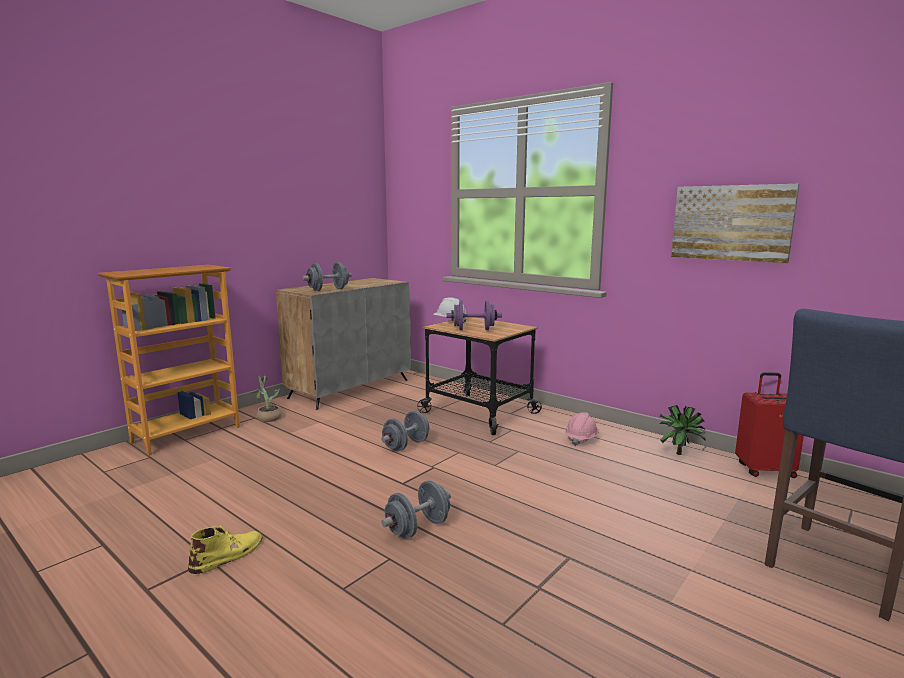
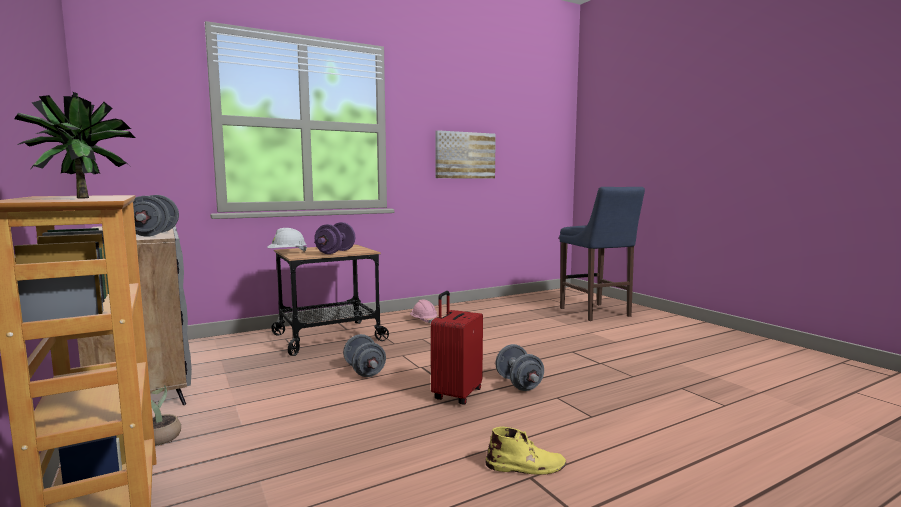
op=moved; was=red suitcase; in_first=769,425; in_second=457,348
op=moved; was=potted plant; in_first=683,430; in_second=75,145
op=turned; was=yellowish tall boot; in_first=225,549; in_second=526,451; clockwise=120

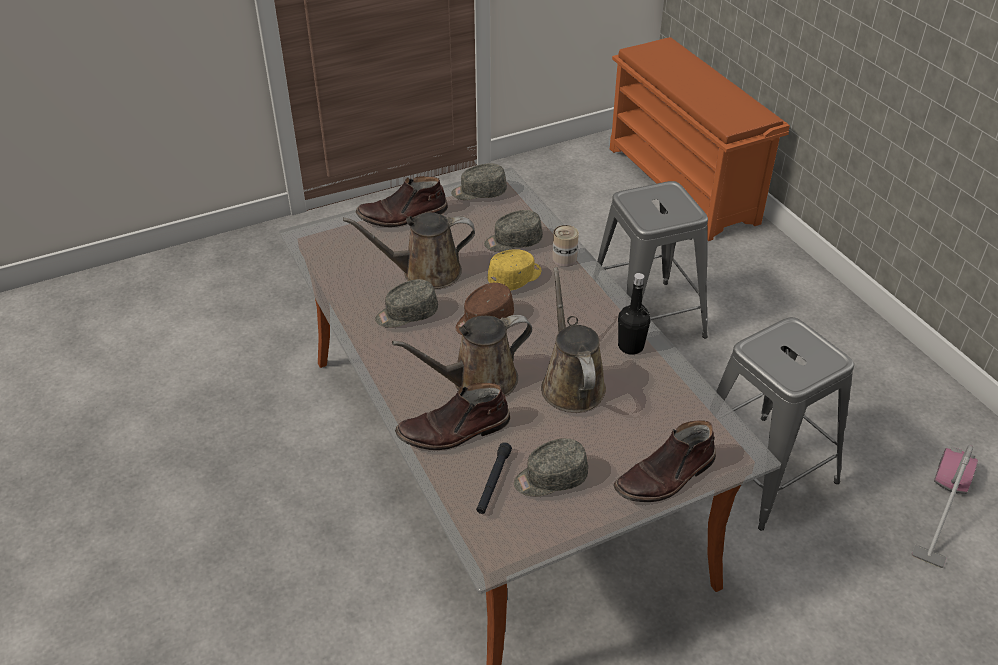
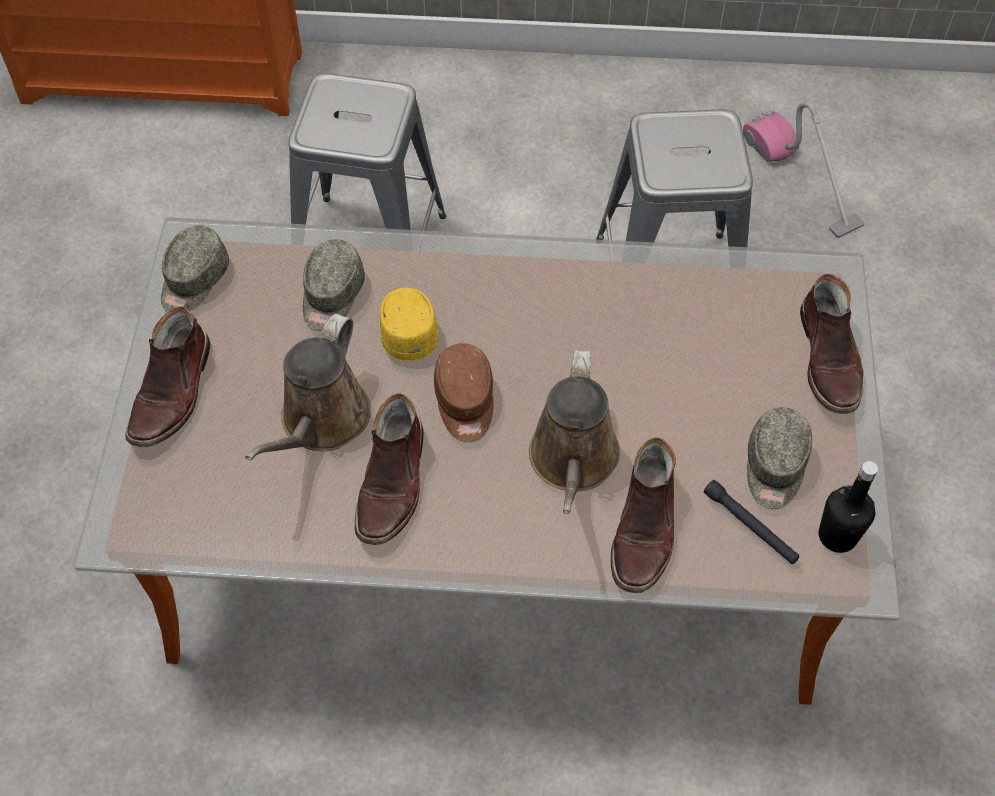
op=removed; was=can; in_first=565,246
op=removed; was=brown watering pot; in_first=573,340
op=moved; was=black bottle; in_first=634,314; in_second=848,507
op=replaced; was=grey cap; now=brown tall boot; in_first=406,303; in_second=389,469

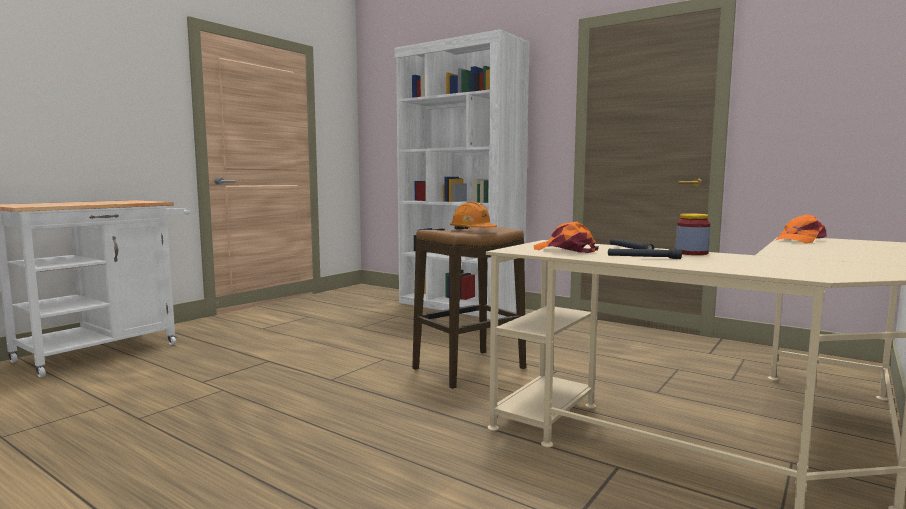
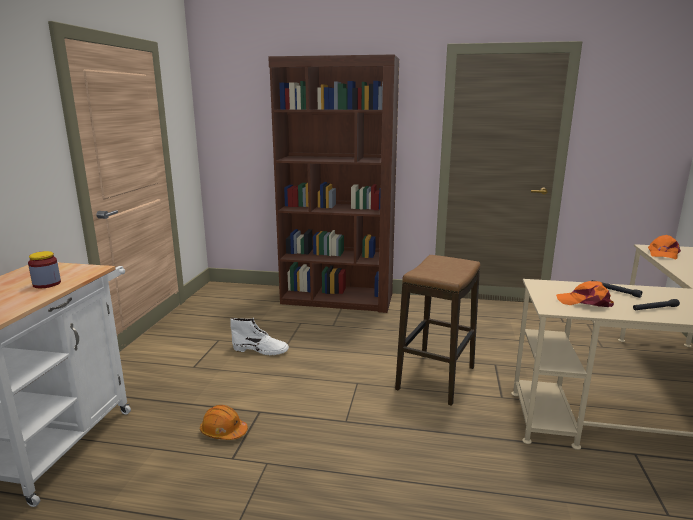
op=recoloured; was=whitish bookshelf; now=brown bookshelf; in_first=462,174; in_second=333,183
op=moved; was=orange-coloured hard hat; in_first=473,216; in_second=224,422
op=moved; was=preserve jar; in_first=693,234; in_second=44,269
op=added; now=whitish tall boot; in_second=259,337

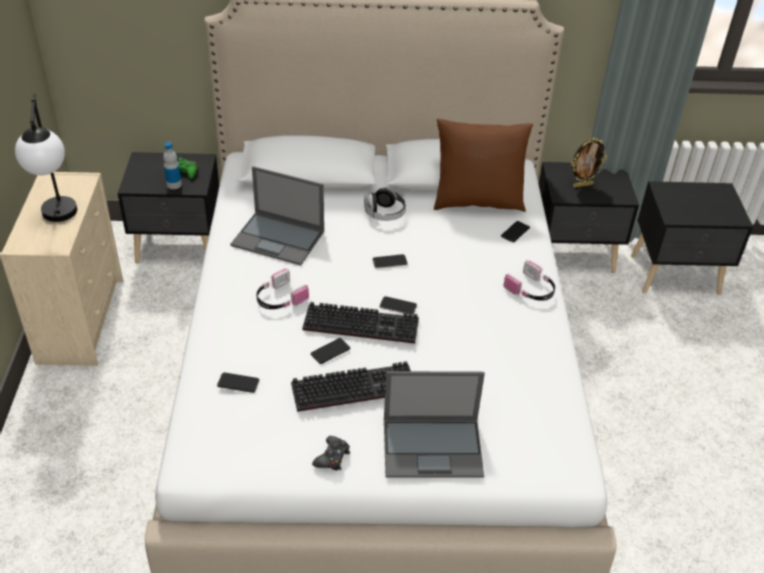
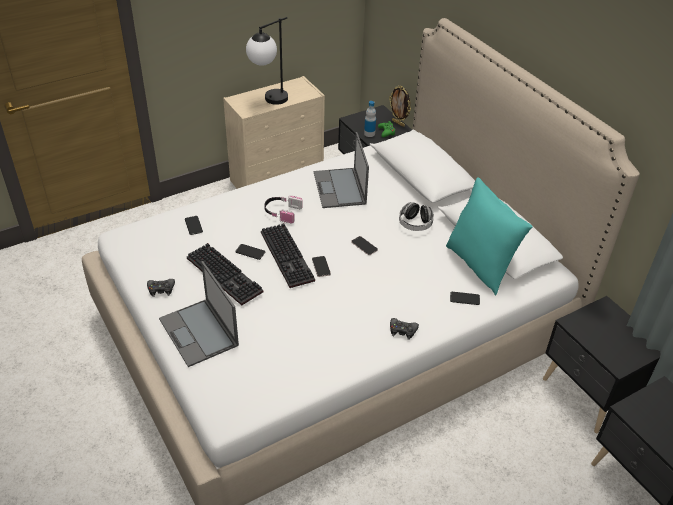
op=recoloured; was=brown throw pillow; now=turquoise-coloured throw pillow; in_first=483,165; in_second=489,236
op=moved; was=photo frame; in_first=589,163; in_second=400,106
op=replaced; was=headphones; now=black game controller; in_first=529,280; in_second=404,329

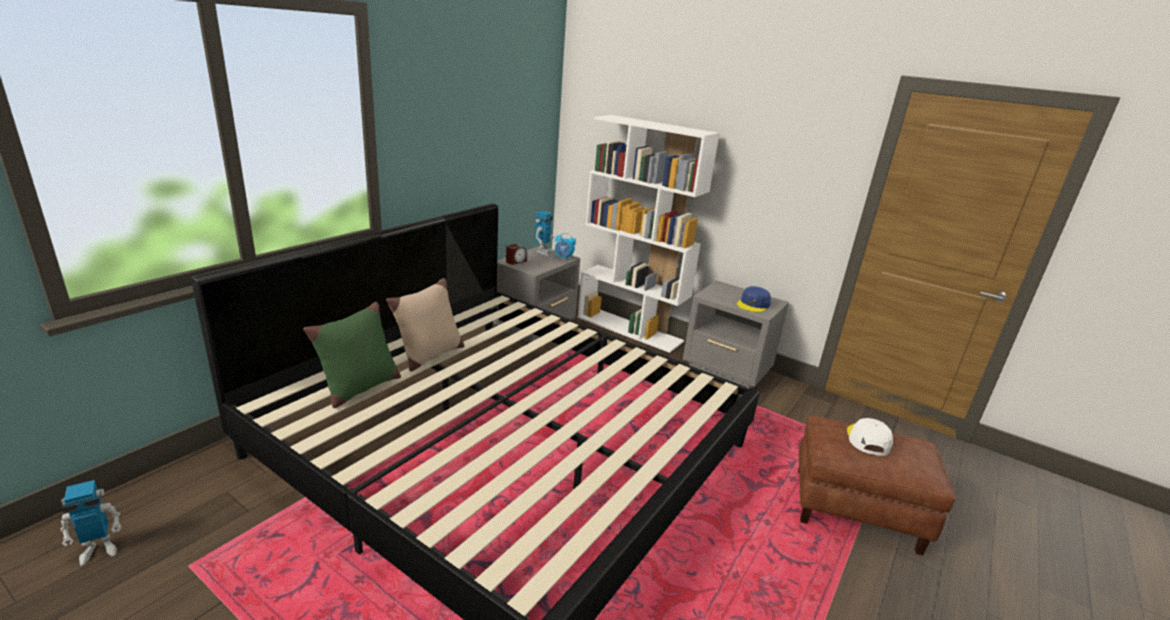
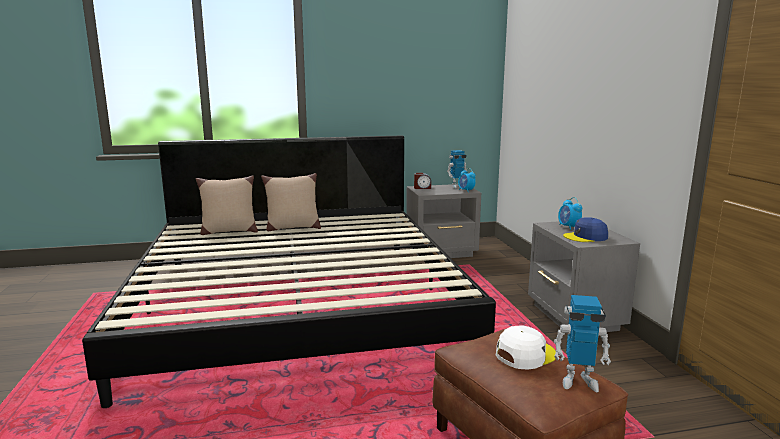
op=removed; was=whitish bookshelf; in_first=649,234
op=recoloured; was=greenish throw pillow; now=sand-coloured throw pillow; in_first=352,355; in_second=227,205
op=moved; was=toy robot; in_first=91,523; in_second=582,343
op=added; now=alarm clock; in_second=570,213

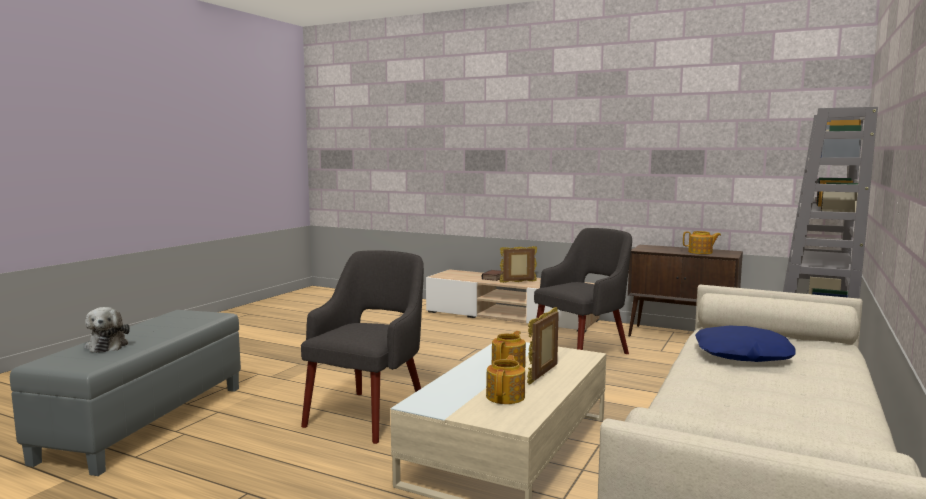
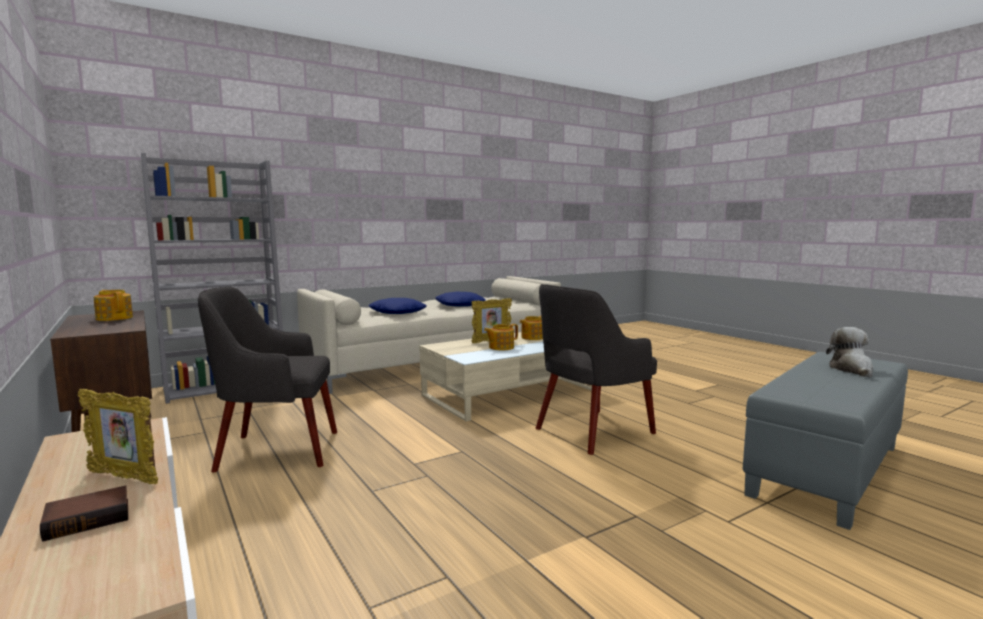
op=added; now=bluish throw pillow; in_second=460,299

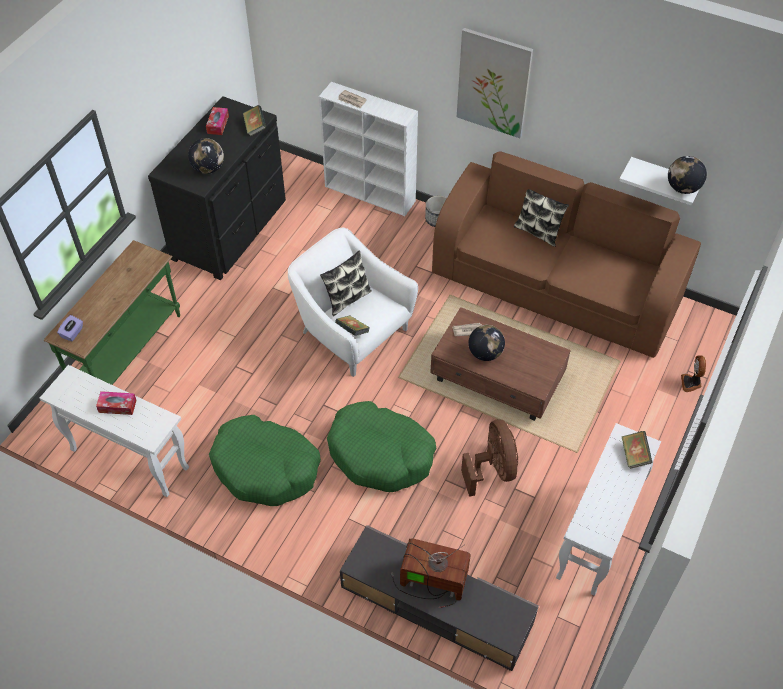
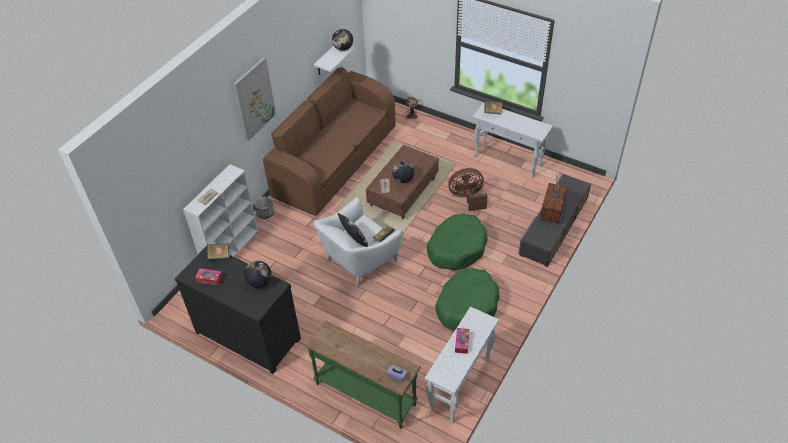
op=removed; was=throw pillow; in_first=541,218

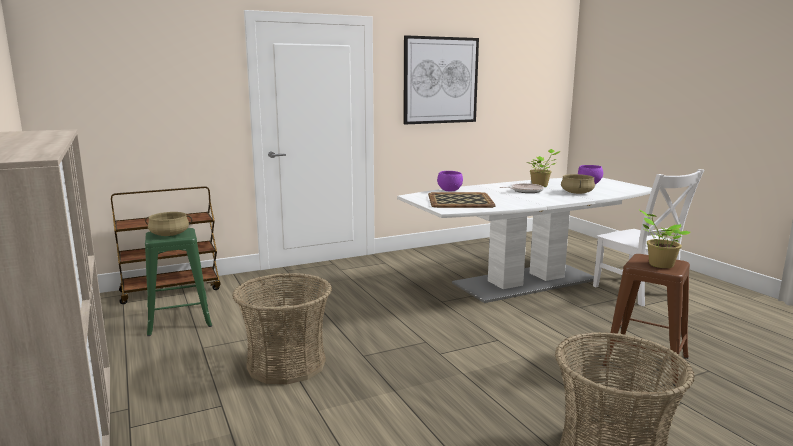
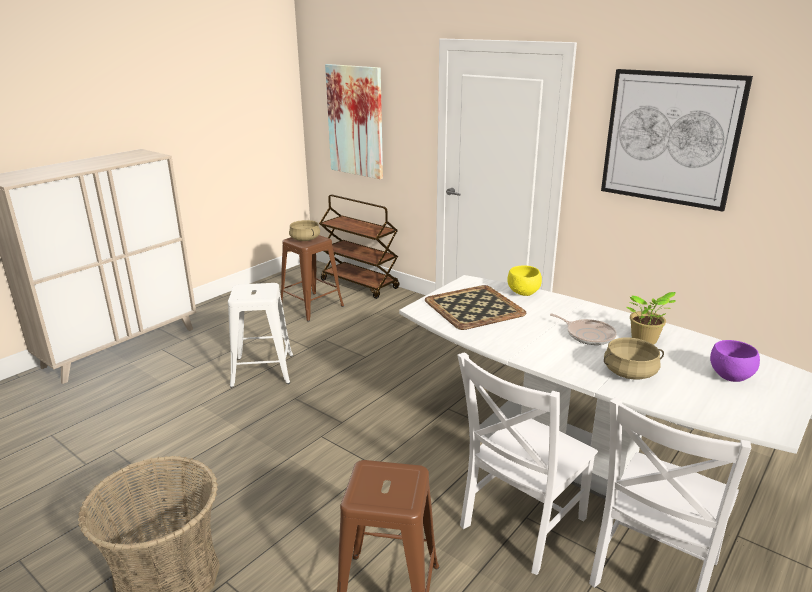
op=recoloured; was=purple bowl; now=yellowish bowl; in_first=450,181; in_second=524,280
op=removed; was=potted plant; in_first=664,238
op=recoloured; was=greenish sitting stool; now=brown sitting stool; in_first=178,282; in_second=312,278
op=replaced; was=household basket; now=whitish sitting stool; in_first=282,329; in_second=260,335
op=added; now=picture; in_second=354,121
op=added; now=whitish chair; in_second=527,463

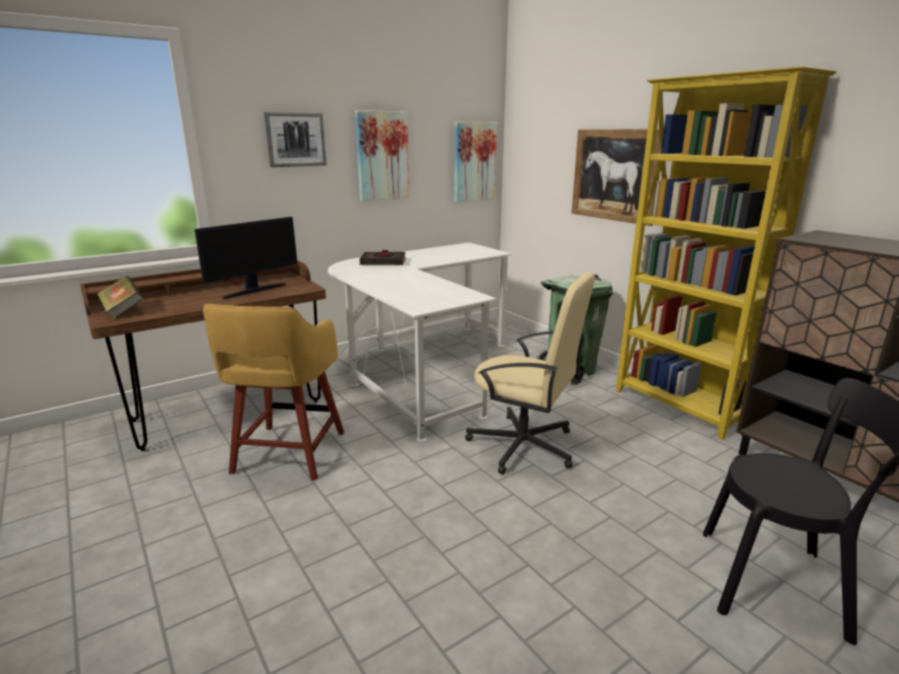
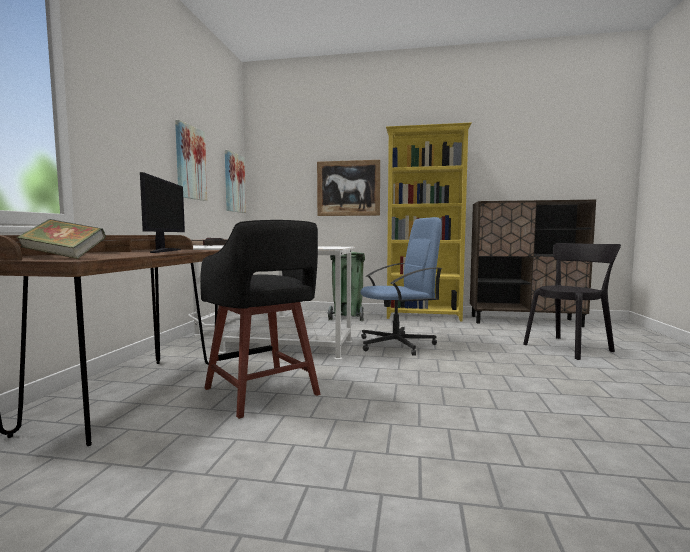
op=removed; was=picture; in_first=295,139
op=recoloured; was=sand-coloured desk chair; now=bluish desk chair; in_first=530,373; in_second=401,286
op=recoloured; was=yellowish sitting stool; now=black sitting stool; in_first=273,392; in_second=260,319

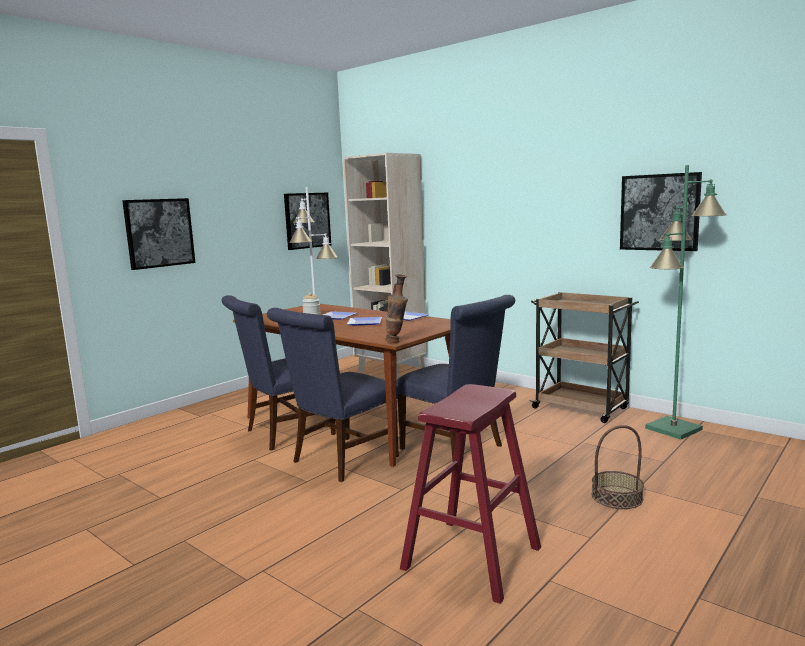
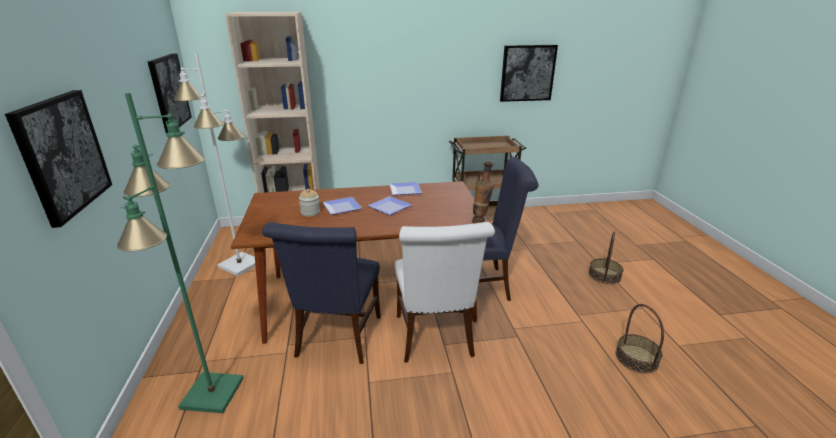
op=moved; was=greenish floor lamp; in_first=686,302; in_second=180,253
op=recoloured; was=bluish chair; now=whitish chair; in_first=333,395; in_second=445,292
op=replaced; was=red sitting stool; now=household basket; in_first=470,494; in_second=639,338

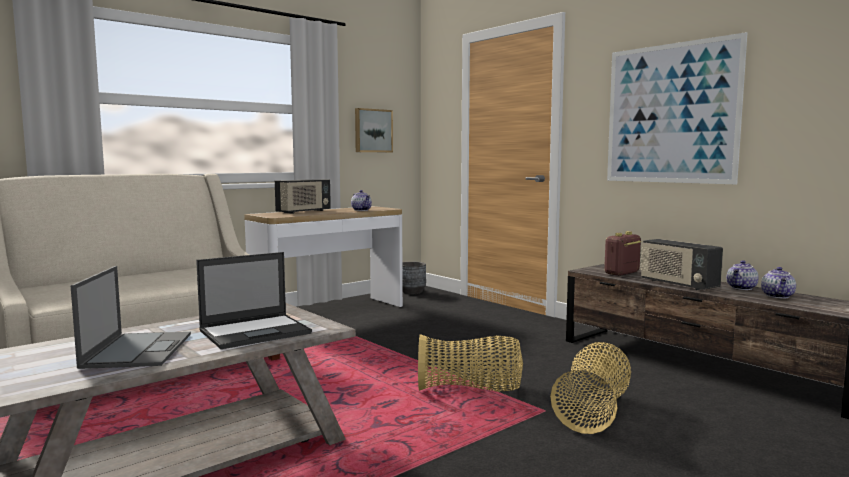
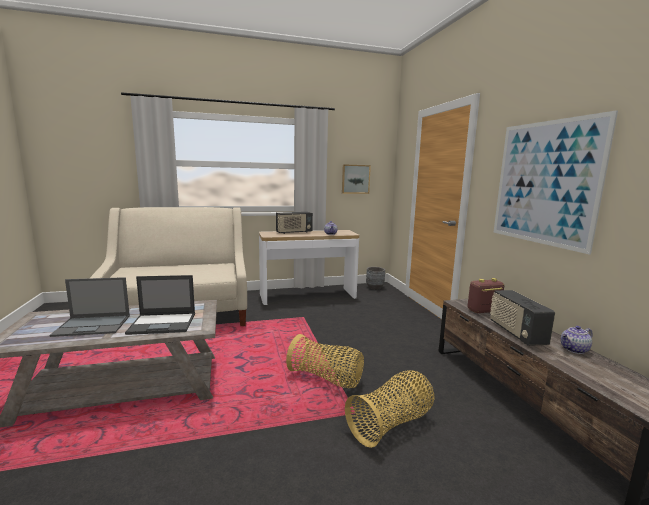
op=turned; was=portable computer; in_first=131,317; in_second=90,307; clockwise=60
op=removed; was=teapot; in_first=778,283

